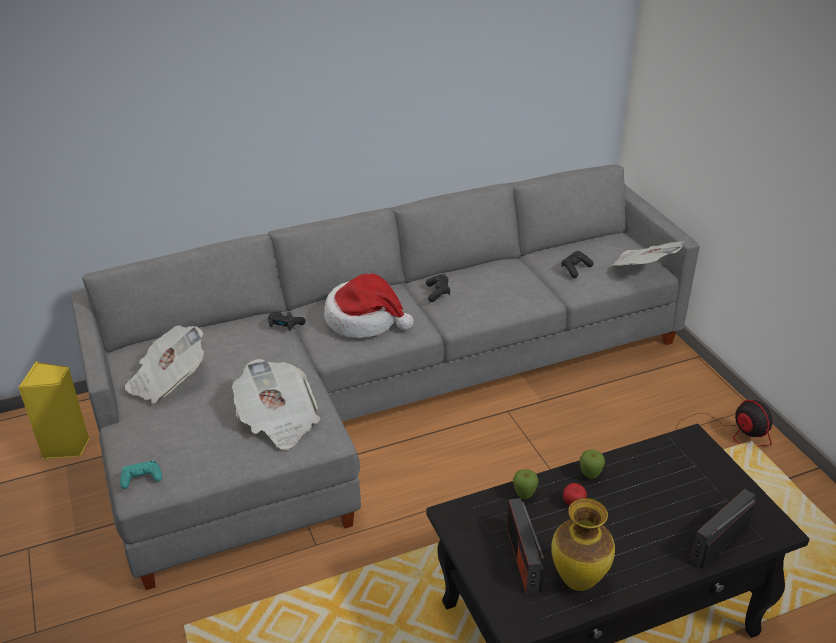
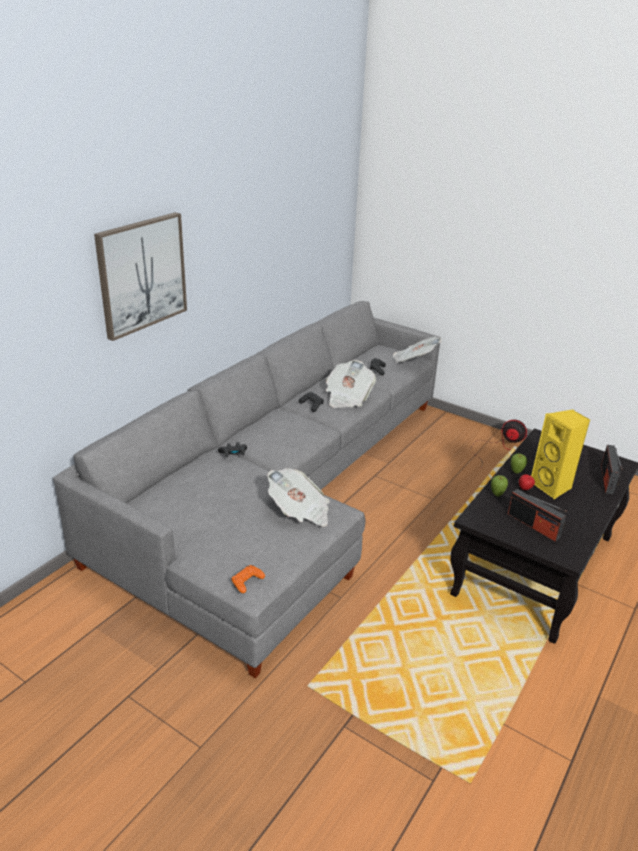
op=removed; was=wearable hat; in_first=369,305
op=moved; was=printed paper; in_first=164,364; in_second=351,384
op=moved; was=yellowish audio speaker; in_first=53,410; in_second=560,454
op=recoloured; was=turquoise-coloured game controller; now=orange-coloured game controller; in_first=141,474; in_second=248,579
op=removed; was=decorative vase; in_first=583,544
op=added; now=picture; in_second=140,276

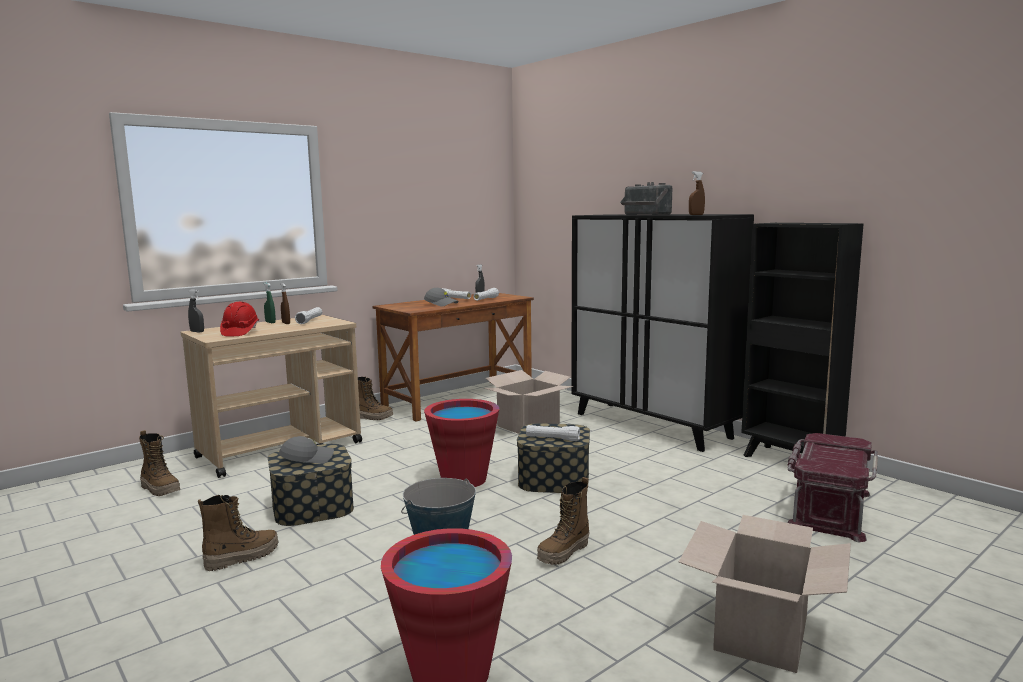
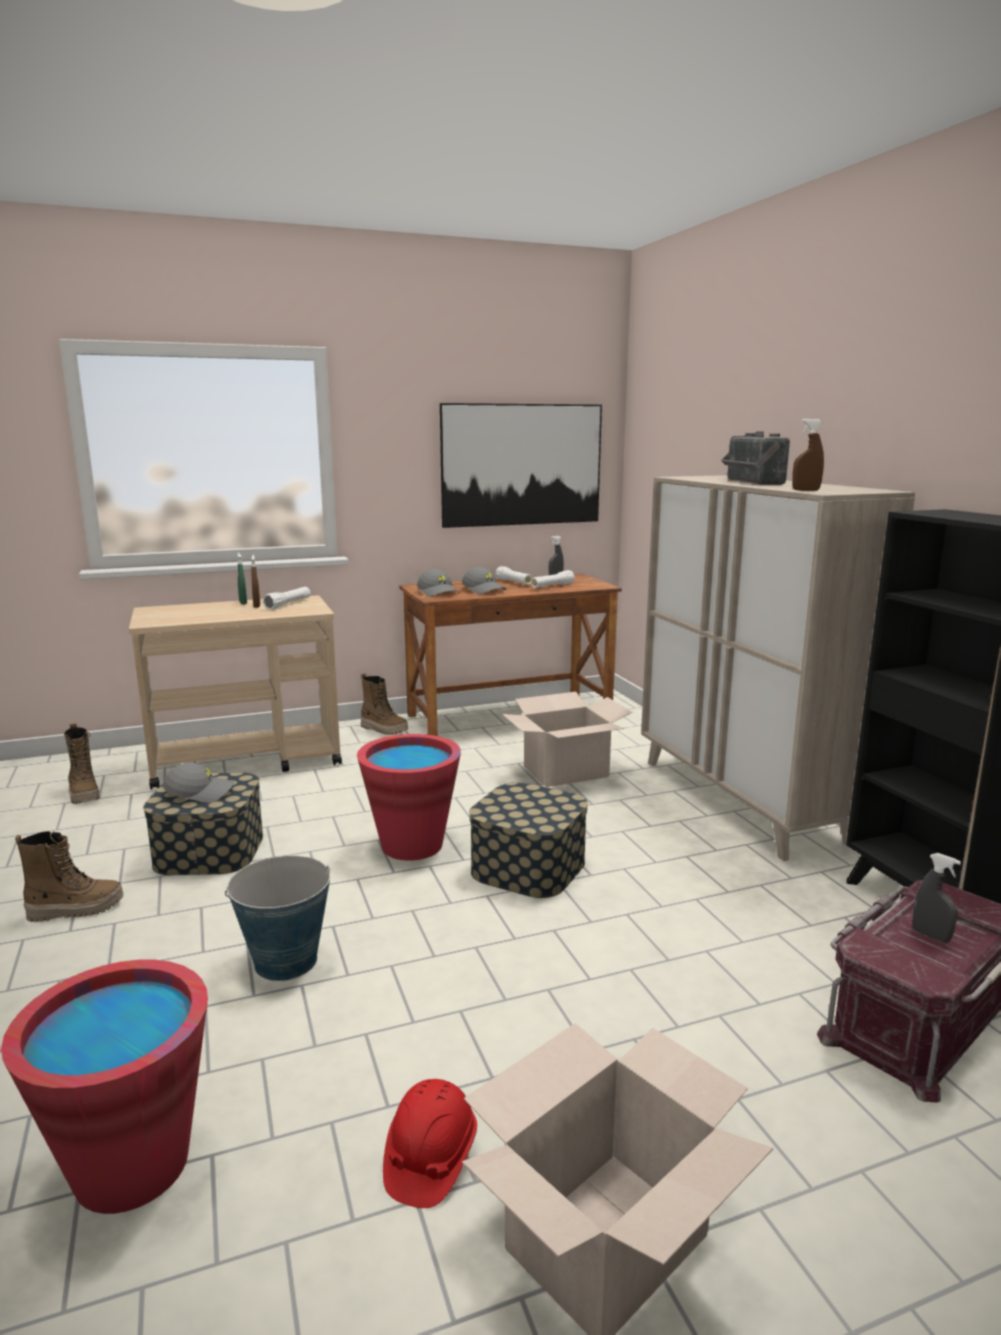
op=recoloured; was=black cupboard; now=sand-coloured cupboard; in_first=662,333; in_second=778,668
op=moved; was=grey spray bottle; in_first=196,310; in_second=937,898
op=moved; was=red hard hat; in_first=239,319; in_second=430,1143
op=removed; was=whitish flashlight; in_first=553,433
op=removed; was=tall boot; in_first=563,521
op=added; now=picture; in_second=521,465
op=added; now=grey cap; in_second=438,583

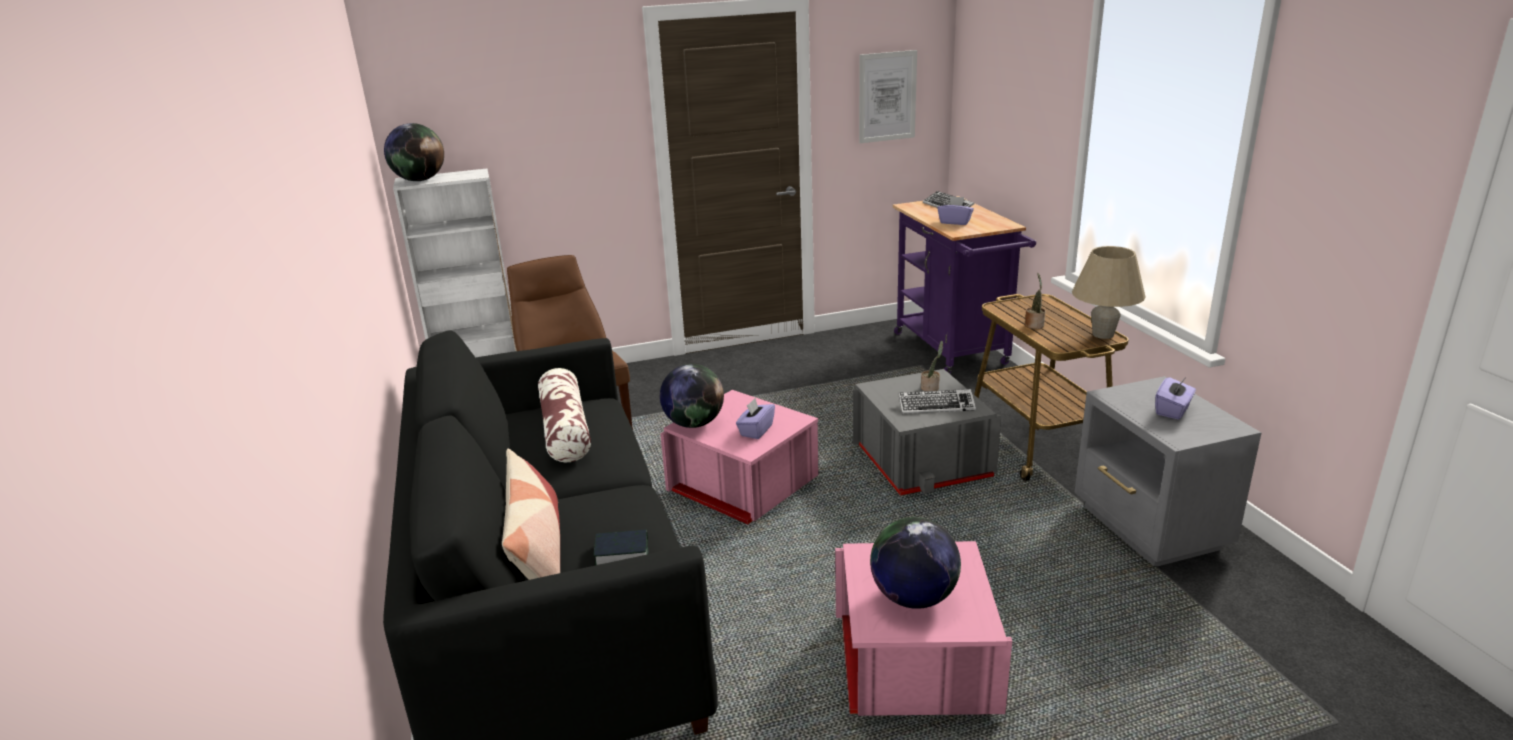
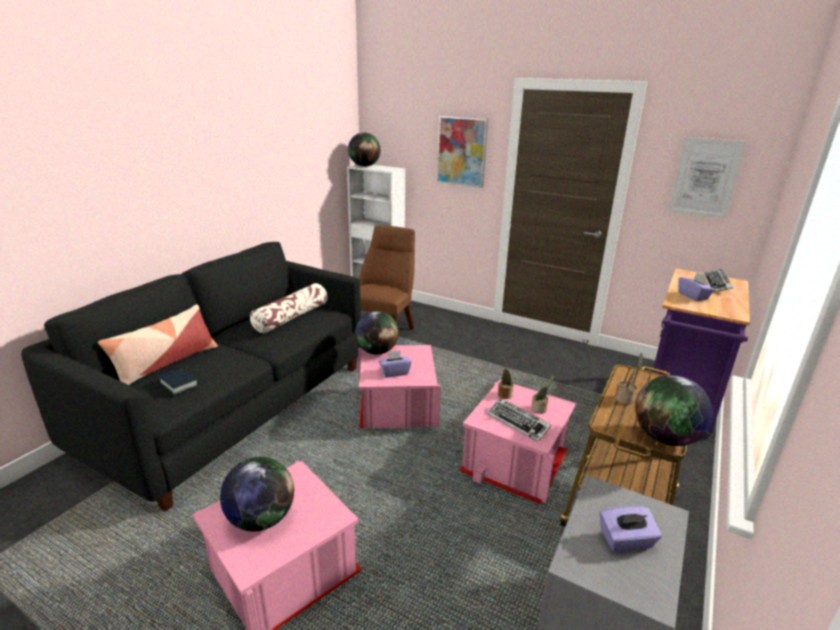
op=replaced; was=sand-coloured lamp for a table; now=world globe; in_first=1108,292; in_second=674,410
op=recoloured; was=grey storage bin; now=pinkish storage bin; in_first=927,432; in_second=518,442
op=added; now=picture; in_second=462,152
op=added; now=potted plant; in_second=506,377

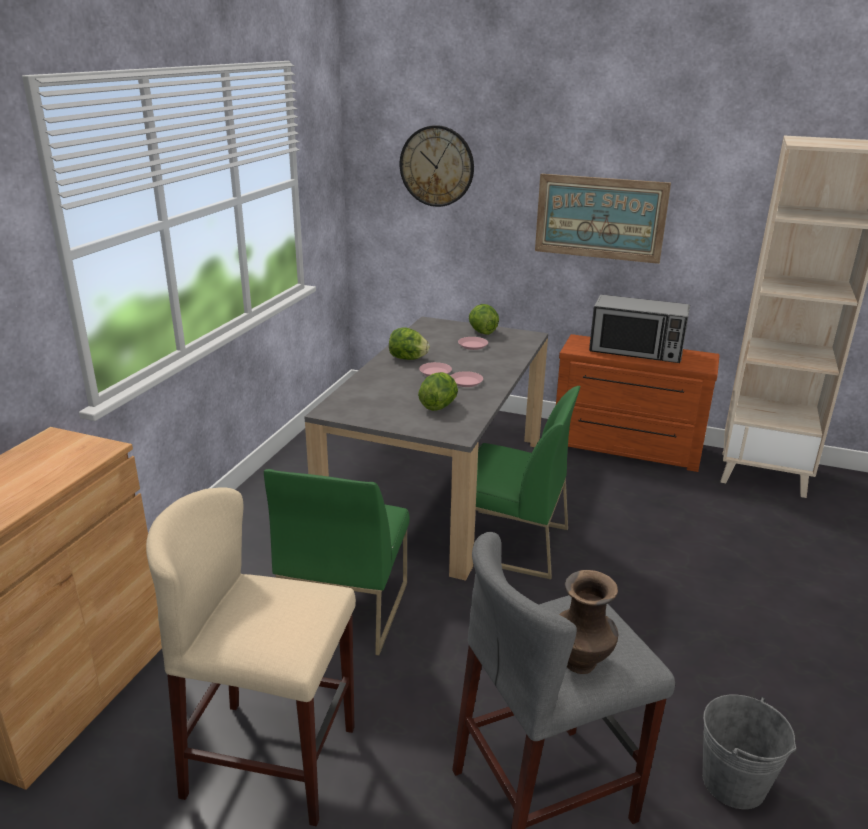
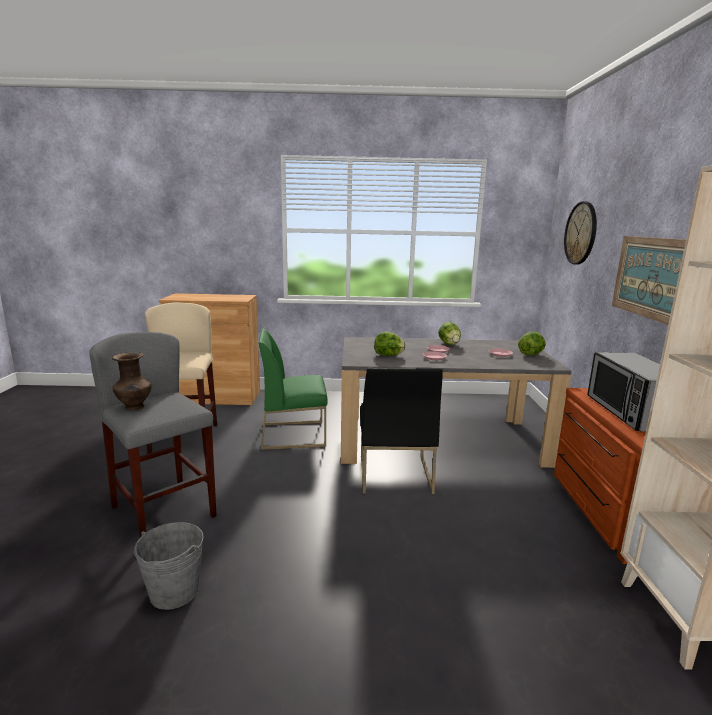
op=recoloured; was=greenish chair; now=black chair; in_first=528,483; in_second=401,431

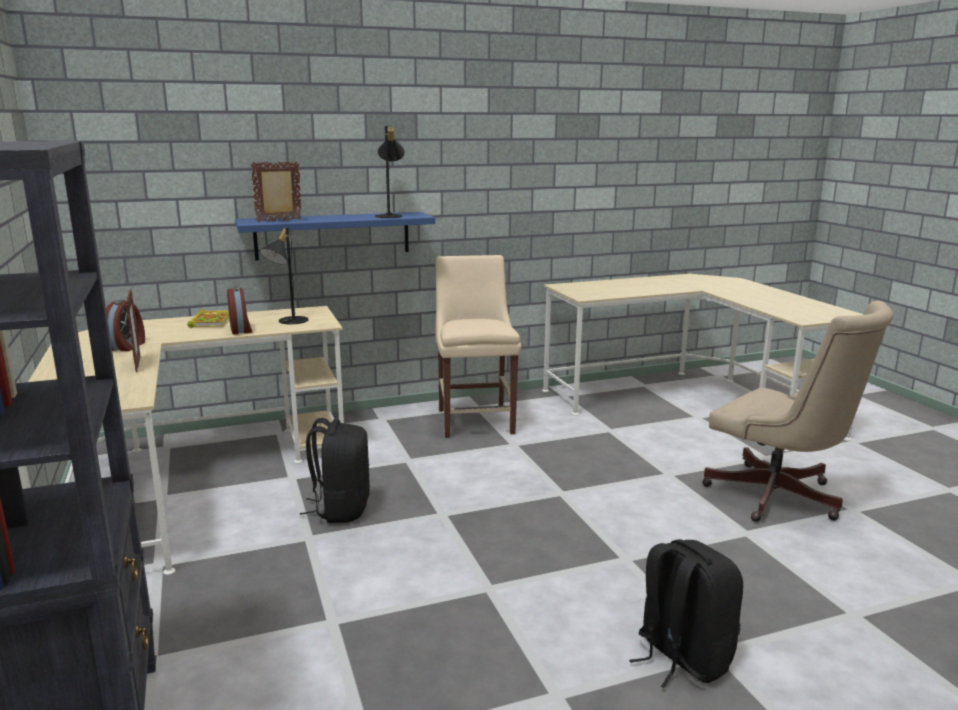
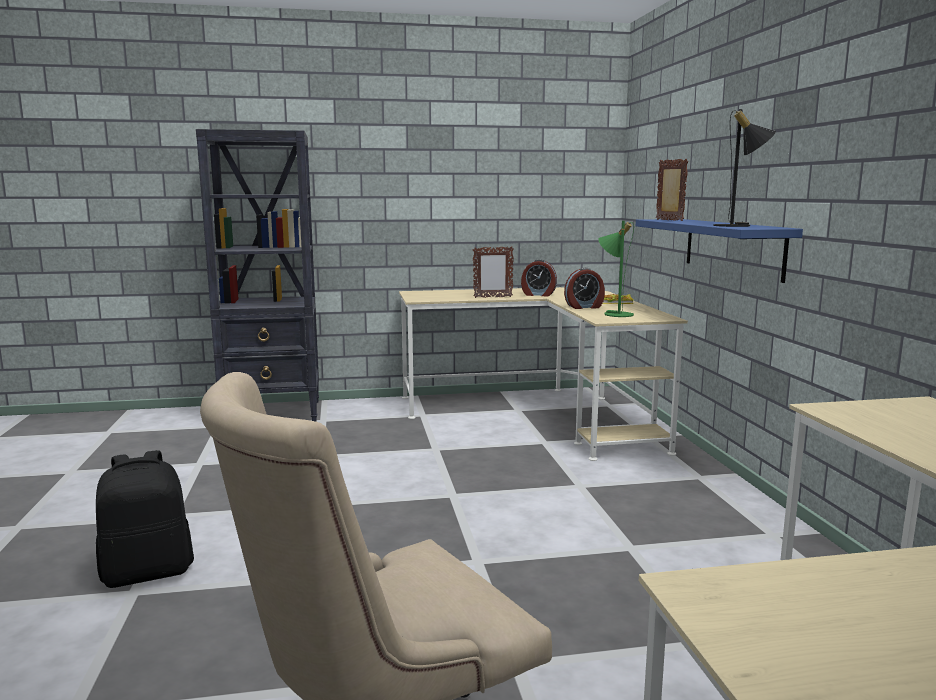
op=recoloured; was=black lamp for a table; now=greenish lamp for a table; in_first=283,275; in_second=616,269
op=removed; was=sand-coloured chair; in_first=478,346
op=removed; was=black backpack; in_first=335,470

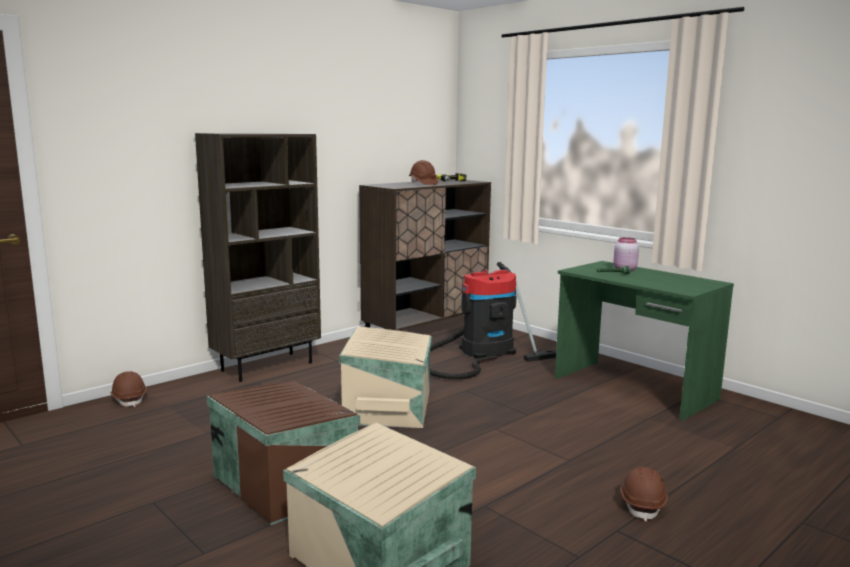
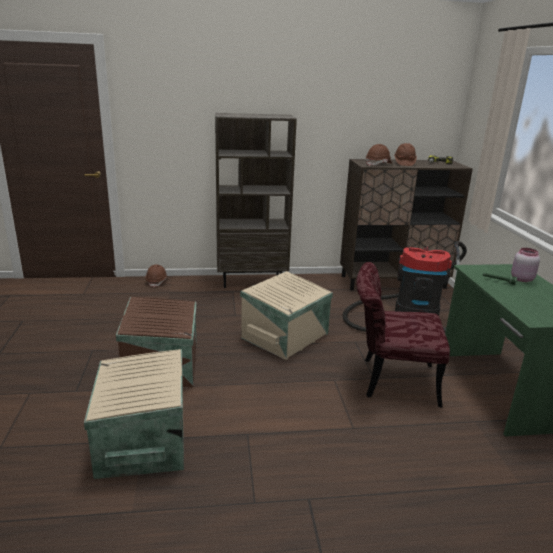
op=moved; was=brown hard hat; in_first=644,494; in_second=379,155
op=added; now=red chair; in_second=403,334

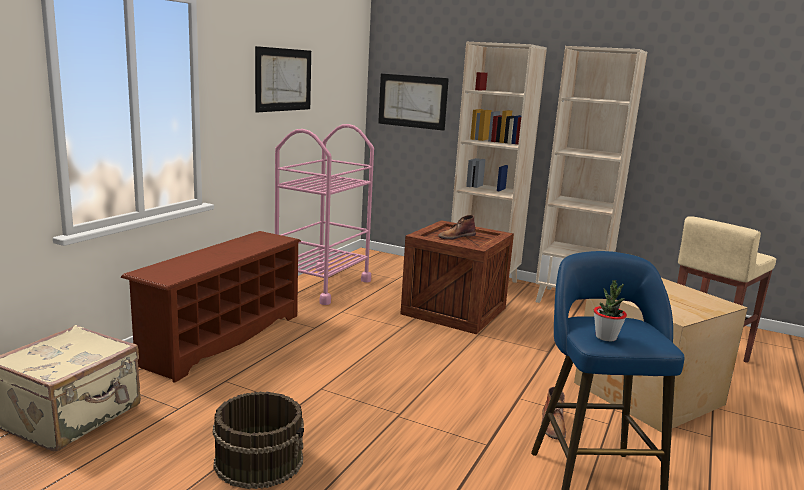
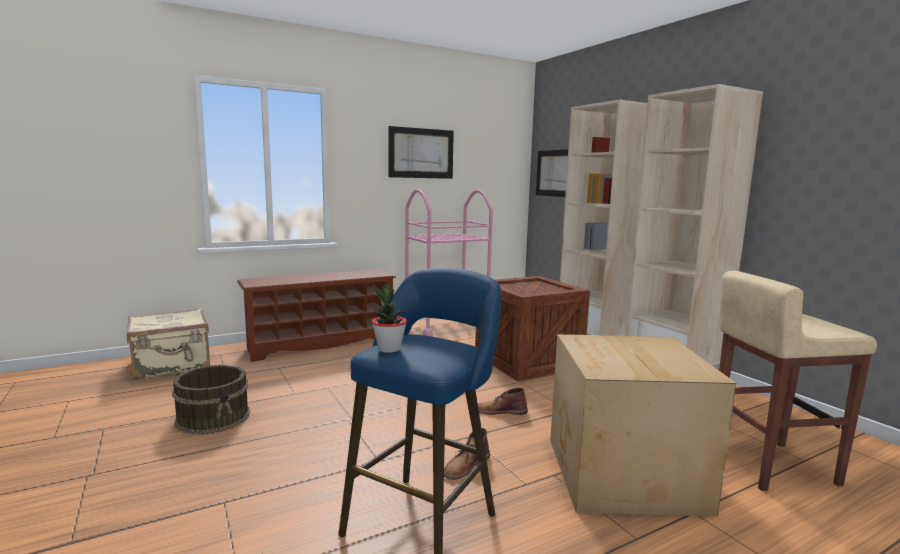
op=moved; was=brown tall boot; in_first=457,227; in_second=502,401

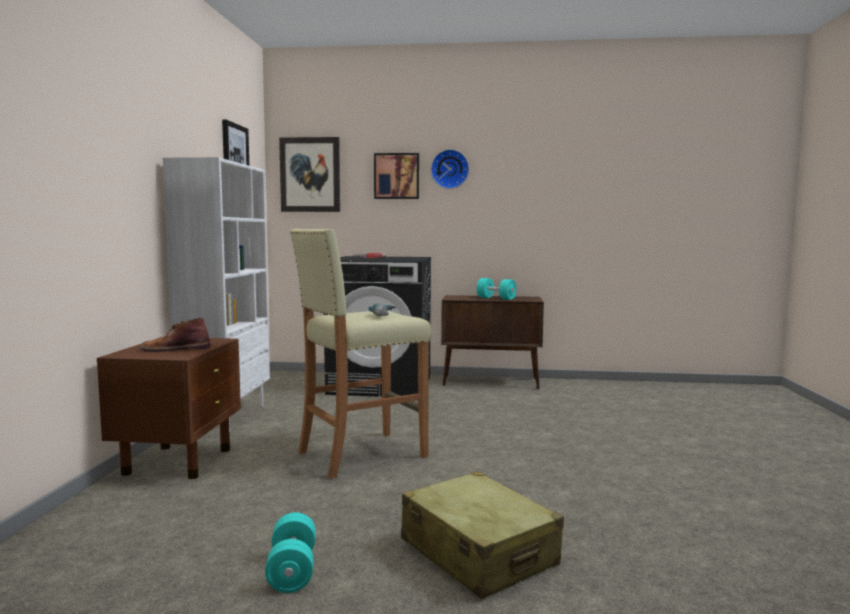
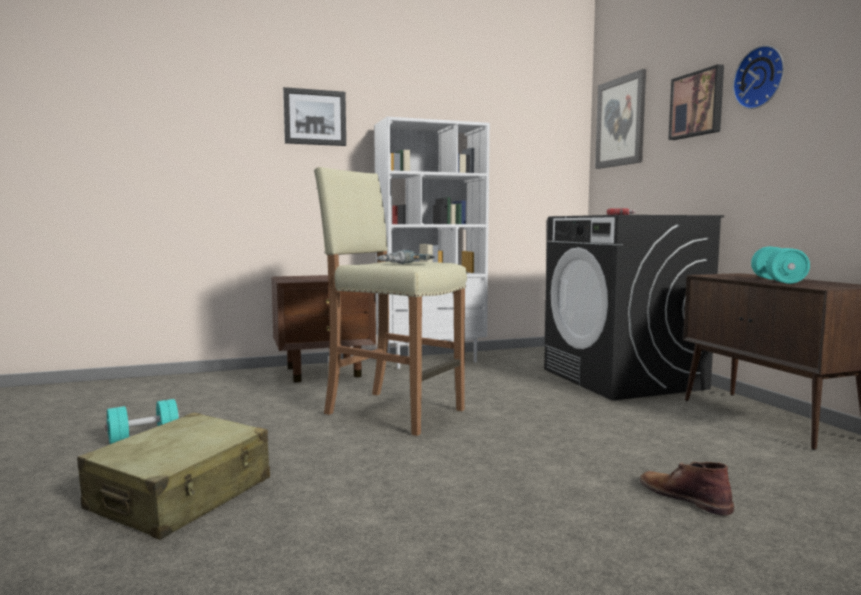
op=moved; was=picture; in_first=235,142; in_second=314,116
op=moved; was=brown tall boot; in_first=175,335; in_second=687,488

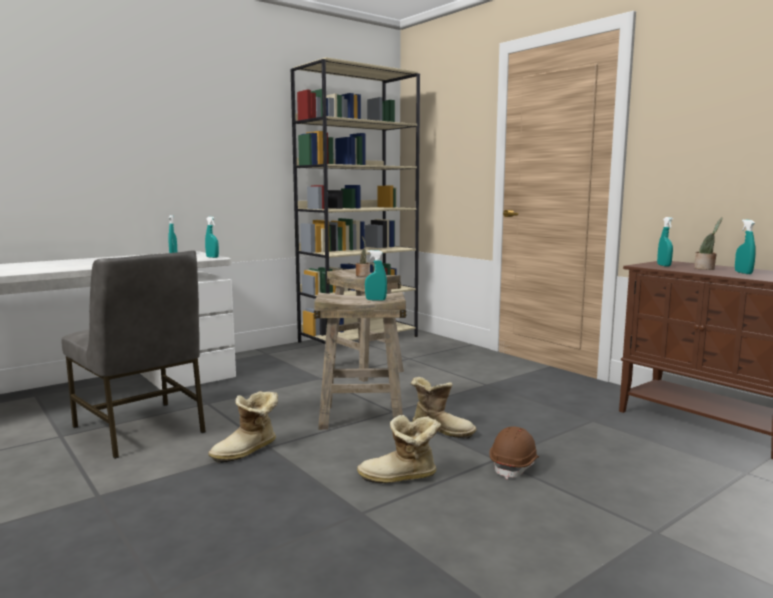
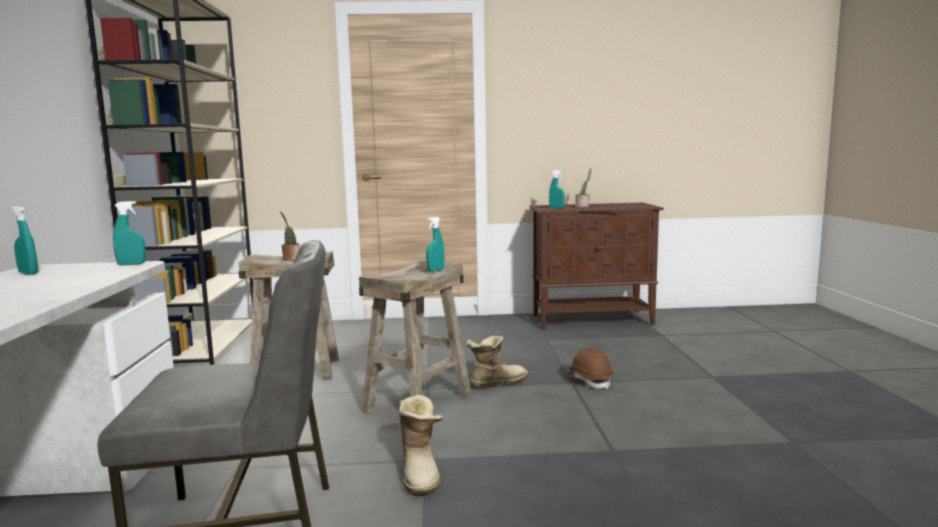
op=removed; was=turquoise-coloured spray bottle; in_first=745,246
op=removed; was=tall boot; in_first=399,449

